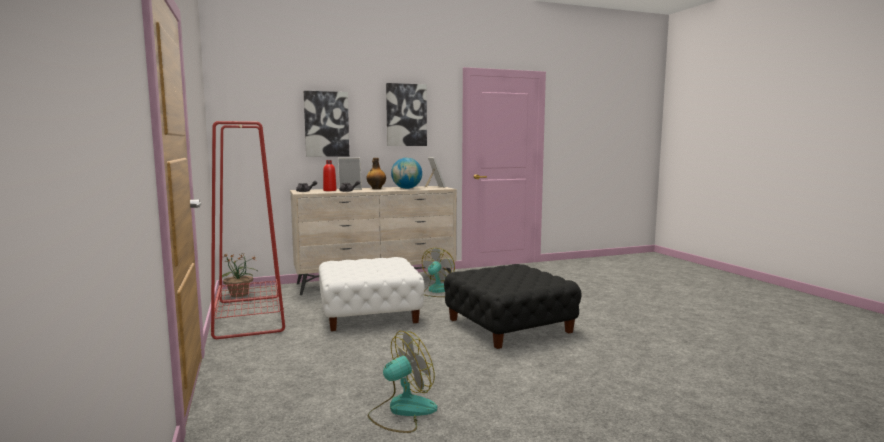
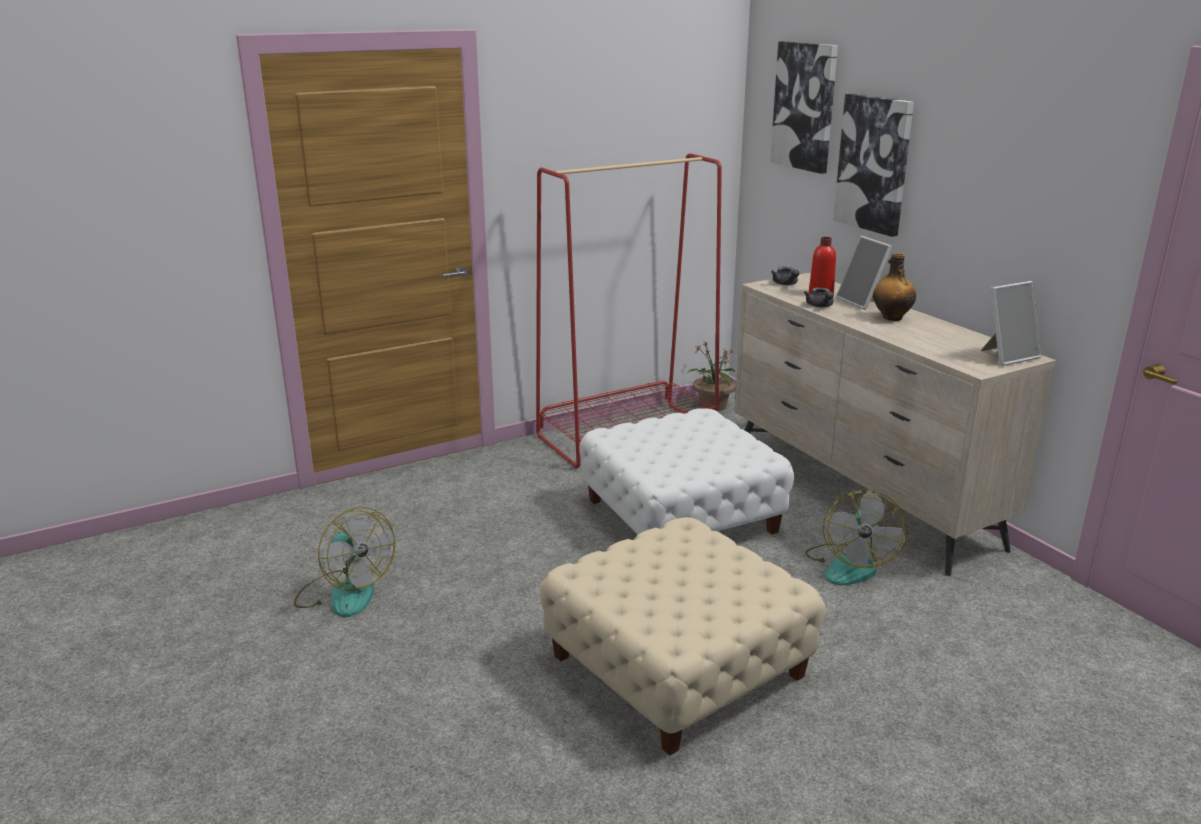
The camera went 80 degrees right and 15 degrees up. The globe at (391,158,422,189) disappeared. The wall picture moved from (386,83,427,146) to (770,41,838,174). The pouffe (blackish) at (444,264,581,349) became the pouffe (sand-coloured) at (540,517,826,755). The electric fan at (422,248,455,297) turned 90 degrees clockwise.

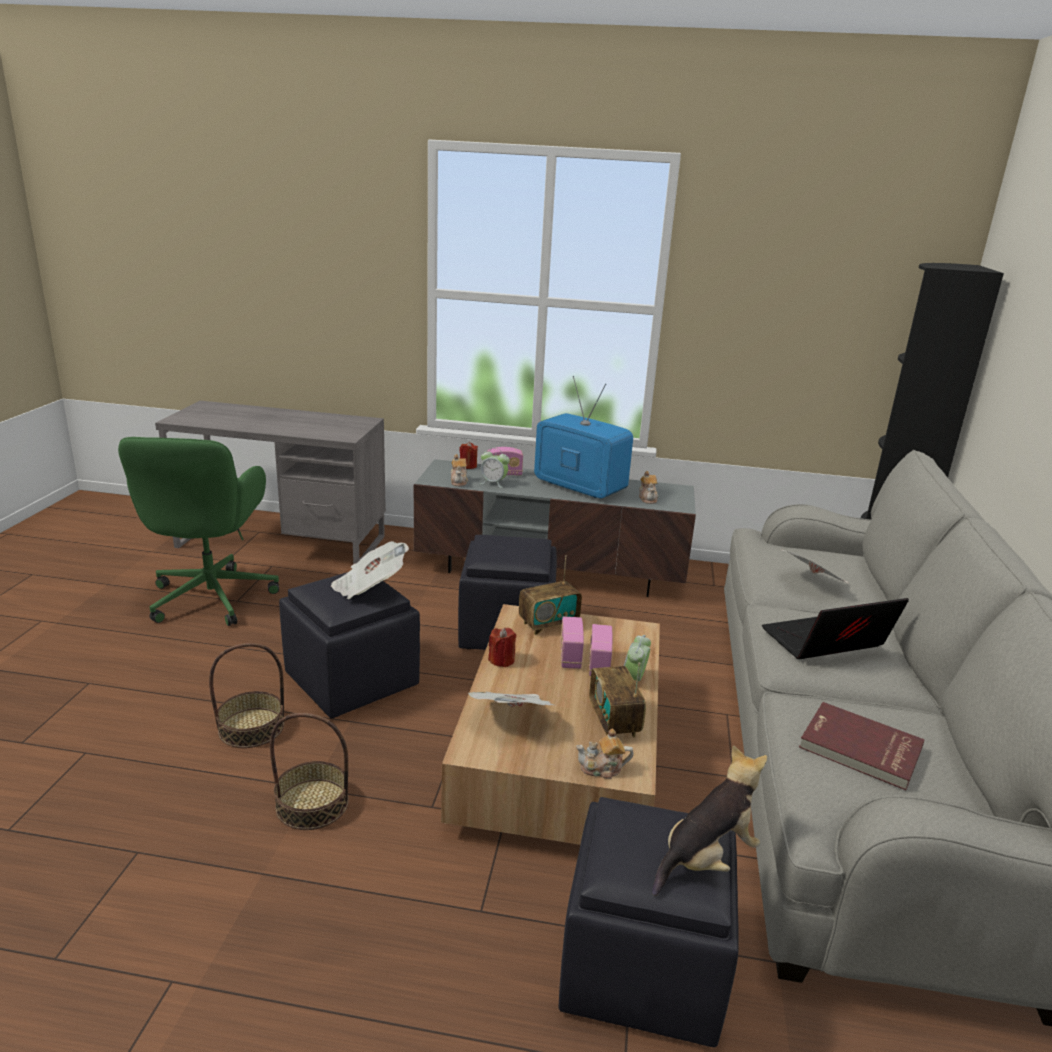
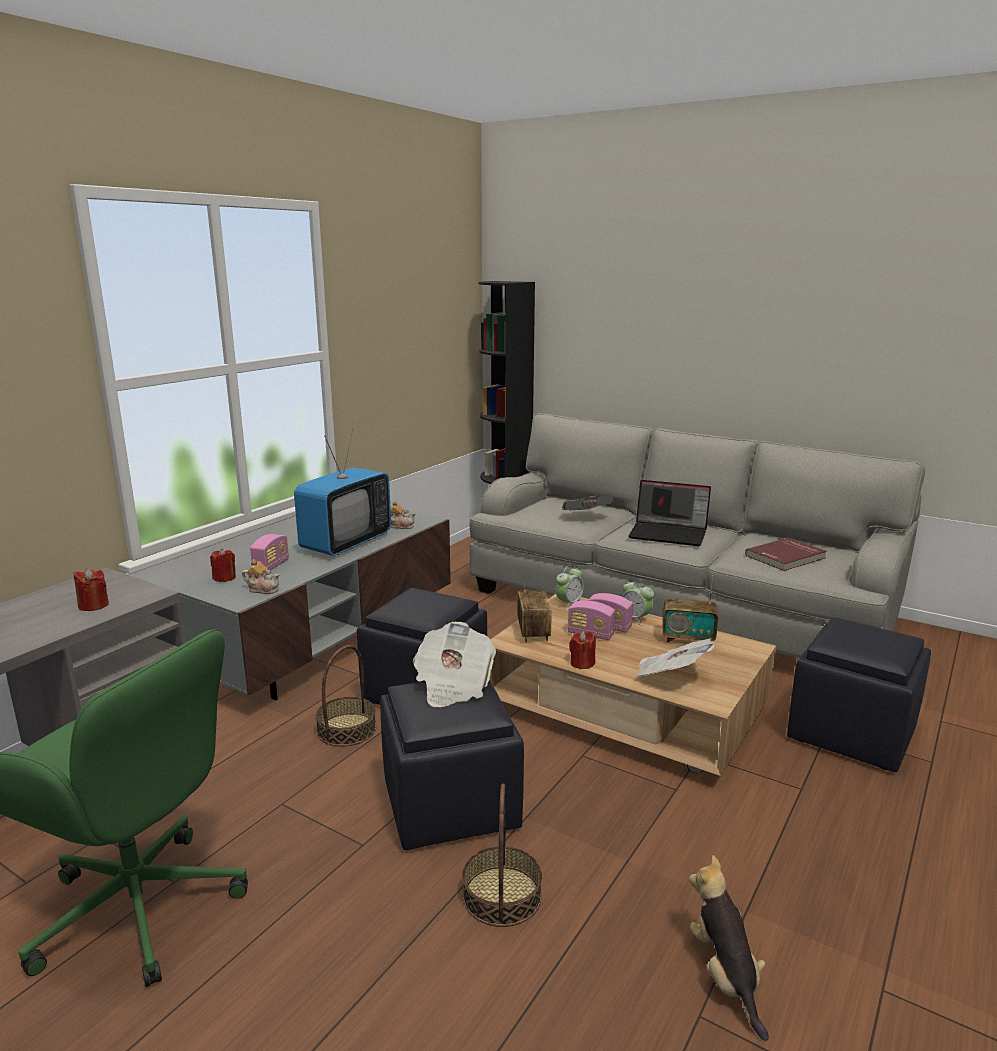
The camera went 65 degrees left and 5 degrees down. The tea pot at (576,728,634,779) disappeared. The wax light (red-coloured) at (74,568,109,611) appeared. The storage basket moved from (270,713,349,830) to (316,645,376,747). The alarm clock moved from (480,448,510,488) to (556,565,584,611). The plush toy moved from (652,745,767,896) to (689,855,769,1041). The TV at (534,376,633,498) turned 150 degrees clockwise. The laptop at (762,598,909,659) turned 75 degrees counterclockwise.

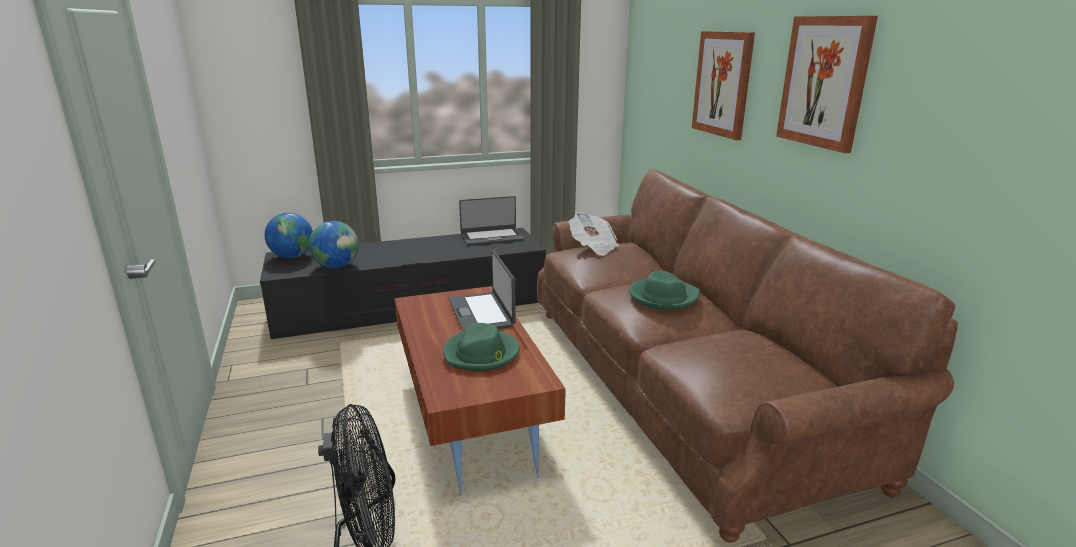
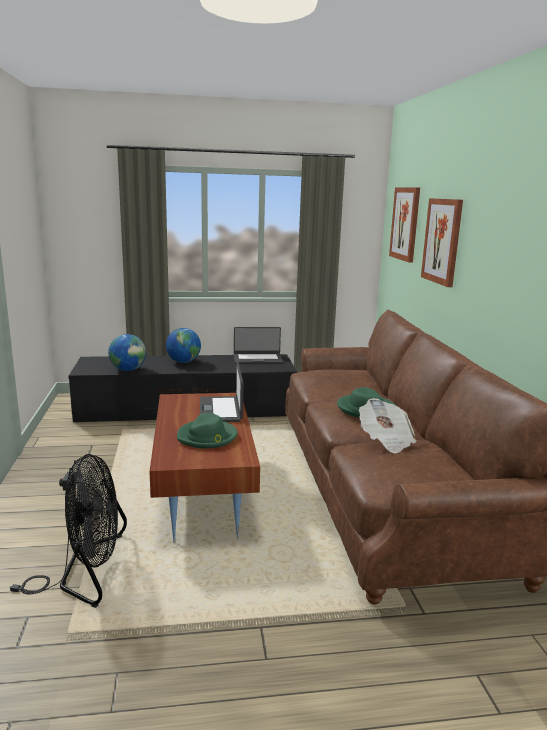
The camera went 10 degrees right and 5 degrees down. The globe moved from (265,213,313,258) to (166,328,201,363). The printed paper moved from (569,212,619,256) to (359,398,416,453). The wall picture moved from (776,16,878,153) to (389,187,420,263).

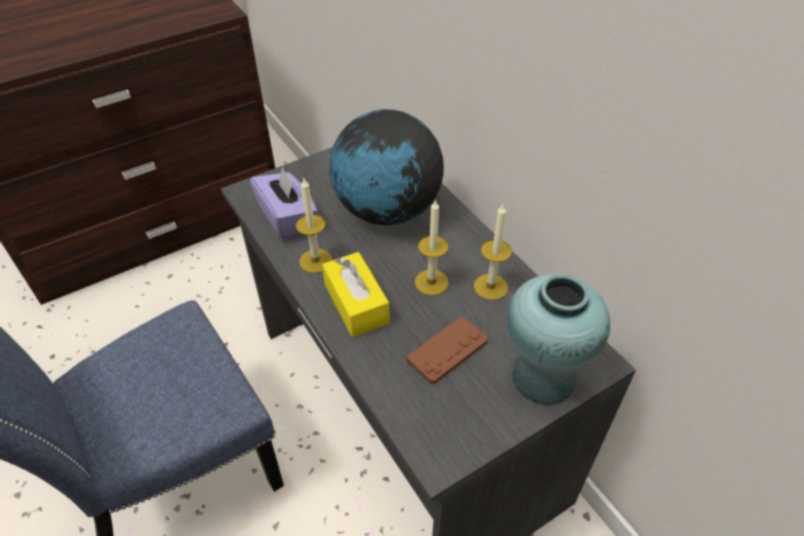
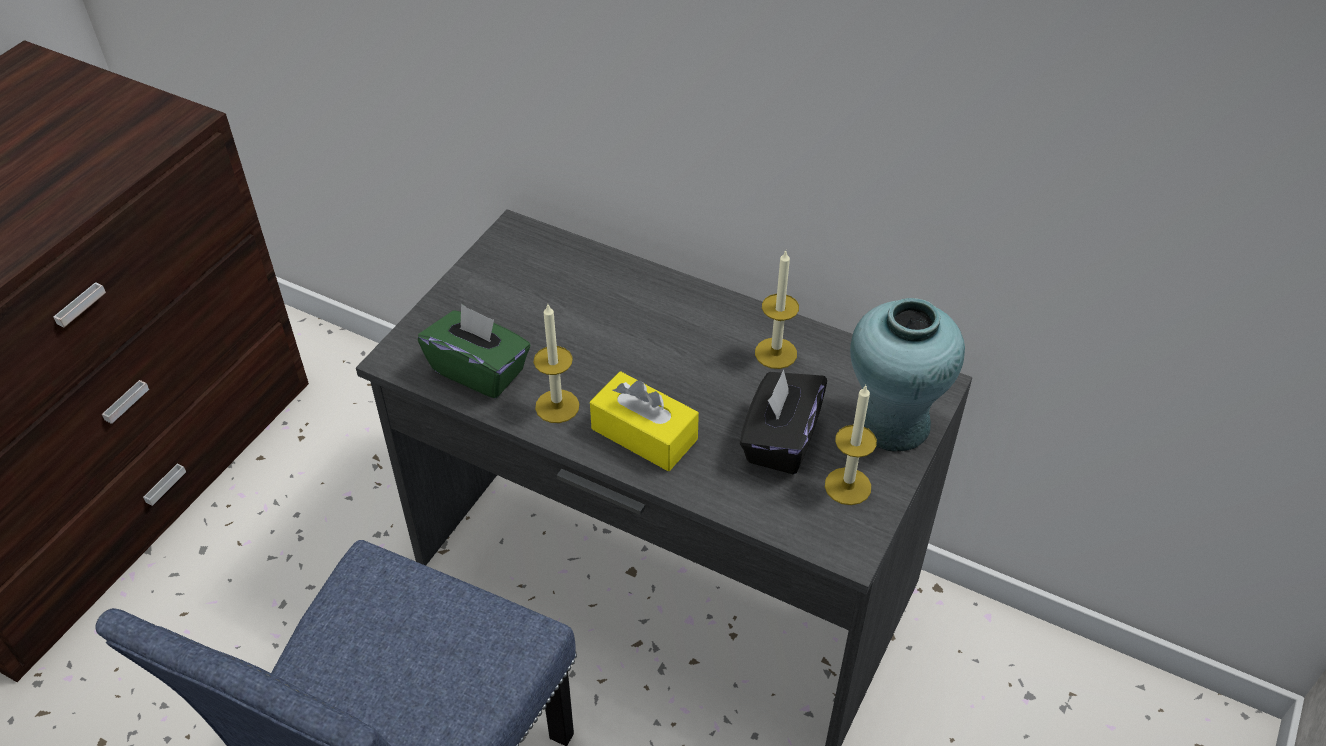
The camera went 30 degrees left and 0 degrees up. The globe at (329,109,444,225) disappeared. The wax light moved from (415,199,449,296) to (825,385,877,505). The game controller (brown) at (407,317,488,384) was replaced by the tissue holder (blackish) at (740,369,827,474). The tissue holder (purple-coloured) at (250,166,318,240) became the tissue holder (greenish) at (418,303,531,398).

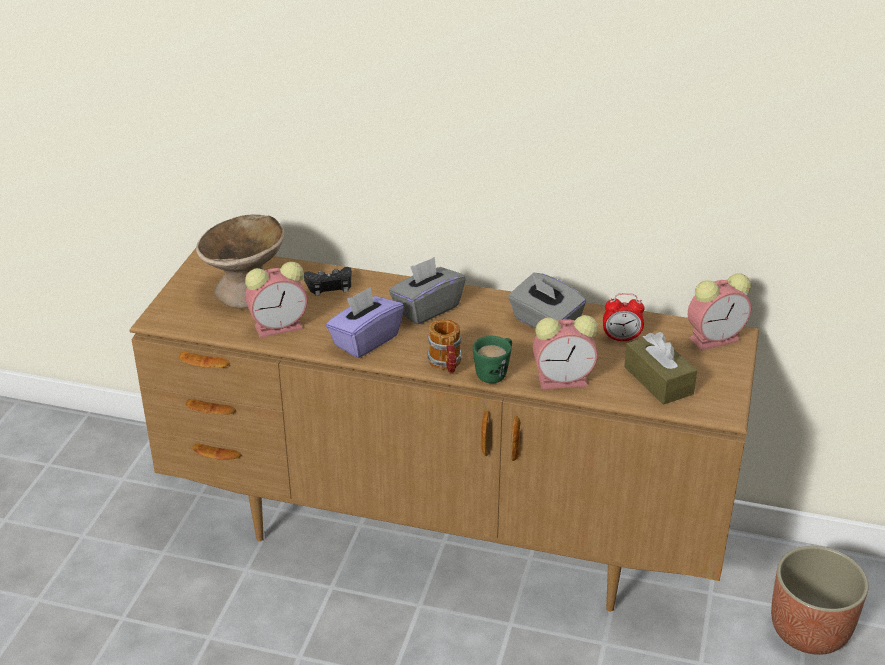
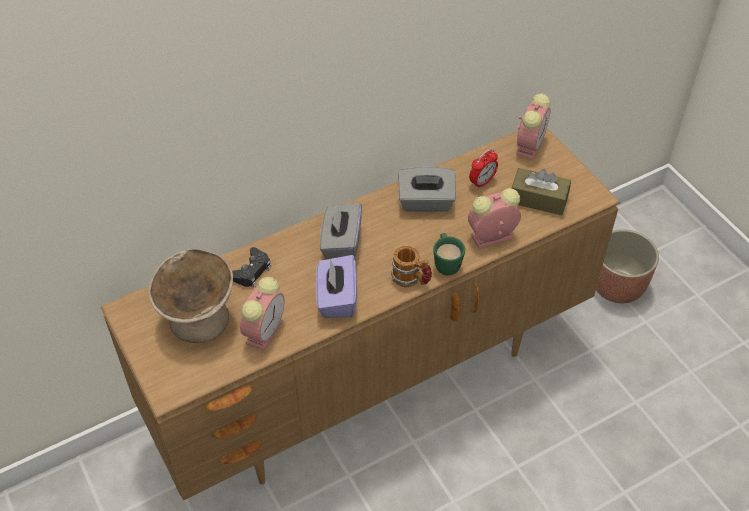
The camera went 45 degrees left and 15 degrees up. The alarm clock at (533,315,598,389) turned 150 degrees counterclockwise.

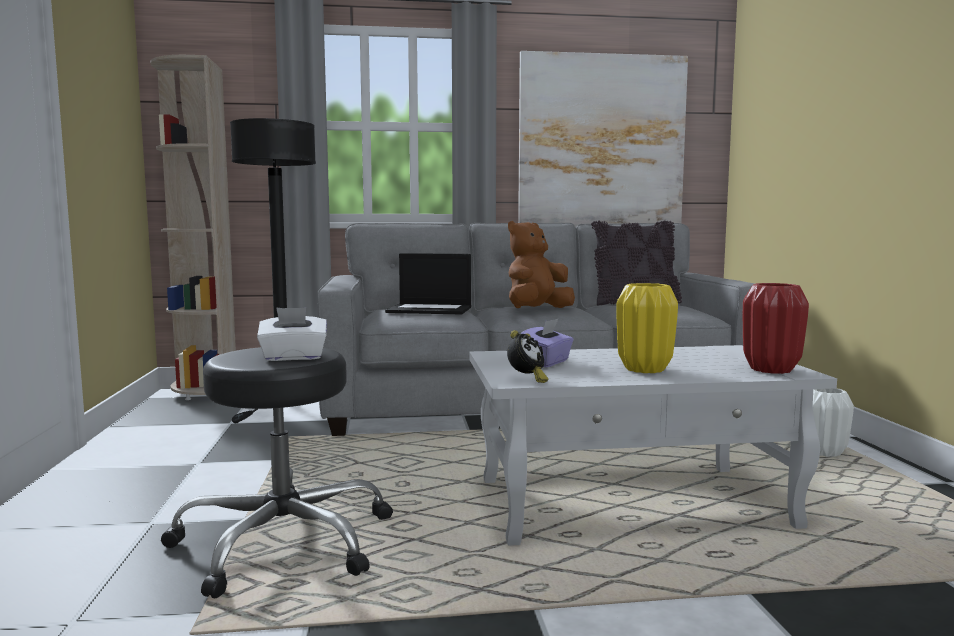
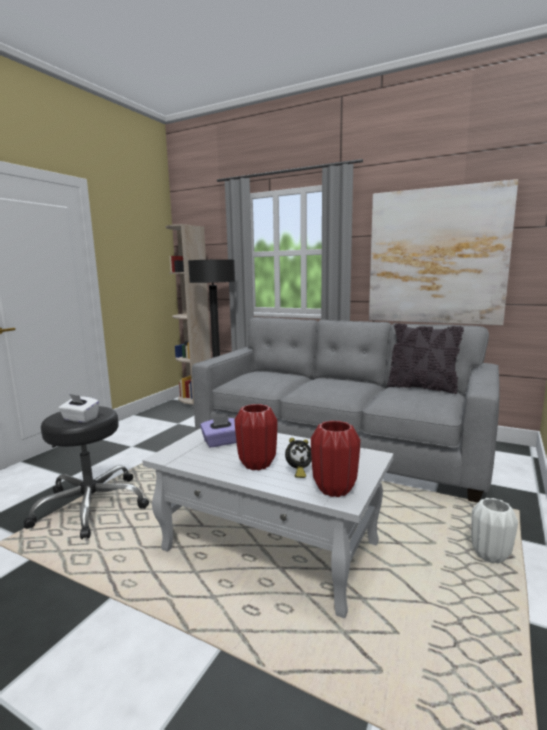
The camera went 35 degrees right and 5 degrees up. The laptop at (385,253,471,314) disappeared. The plush toy (brown) at (508,221,575,308) disappeared. The alarm clock moved from (507,330,549,383) to (285,438,312,478). The vase (yellowish) at (616,283,678,373) became the vase (red-coloured) at (235,404,277,470).

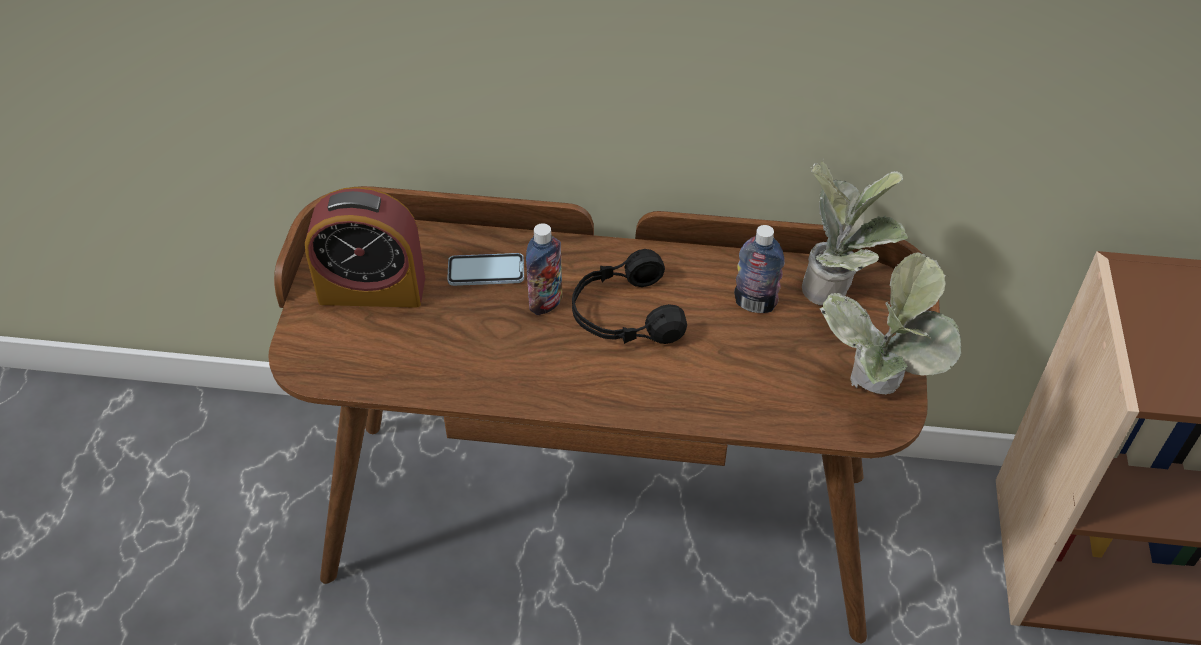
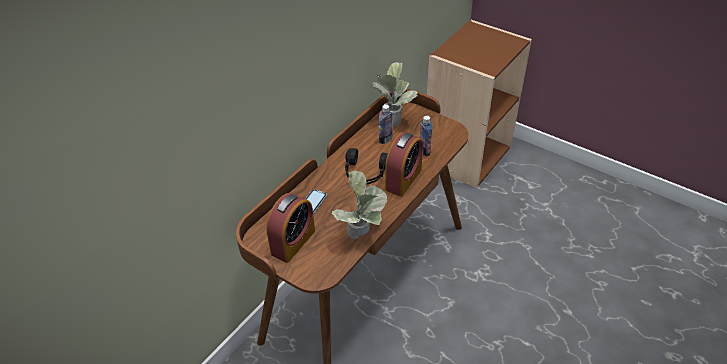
The camera went 60 degrees left and 5 degrees down. The alarm clock at (385,133,423,197) appeared. The bottle moved from (526,223,563,315) to (420,116,432,156). The potted plant moved from (820,253,961,395) to (332,170,387,239).

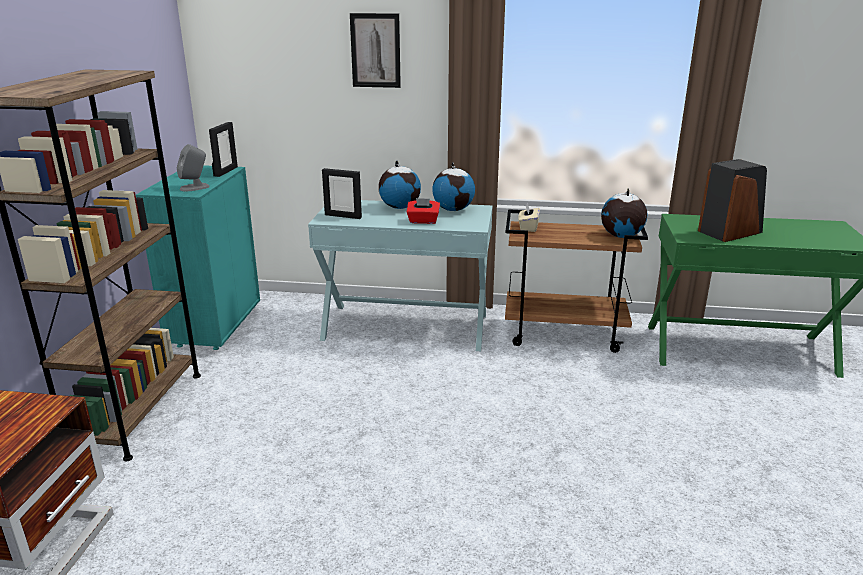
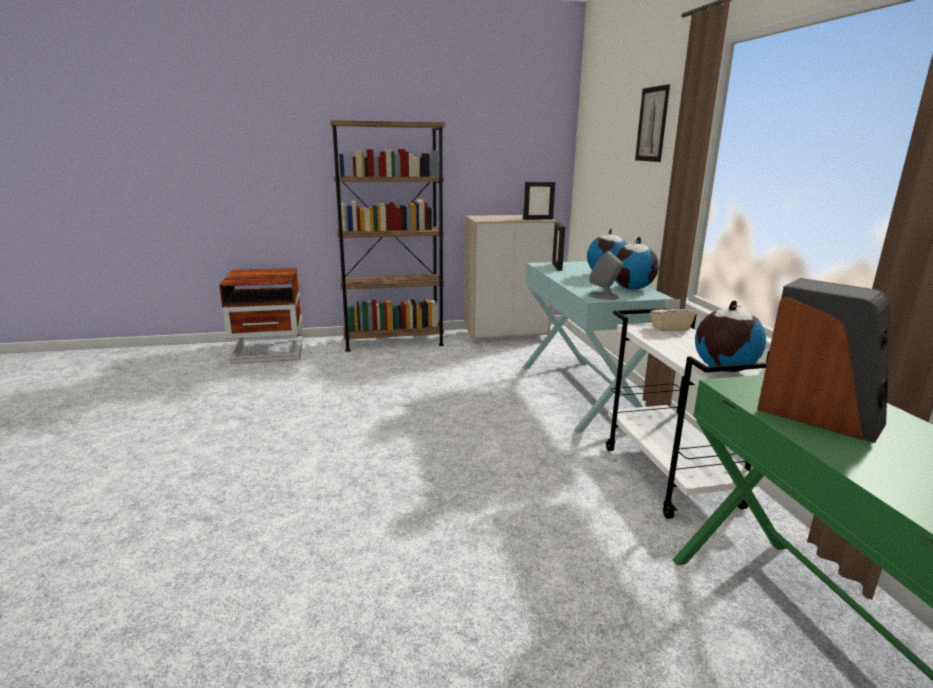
The camera went 70 degrees right and 5 degrees down. The tissue holder (red-coloured) at (407,198,440,224) disappeared. The speaker (gray) moved from (177,144,210,191) to (588,251,623,300). The cupboard (turquoise-coloured) at (136,165,260,350) became the cupboard (sand-coloured) at (464,215,557,343). The cart (brown) at (505,209,648,353) became the cart (white) at (606,307,769,519).

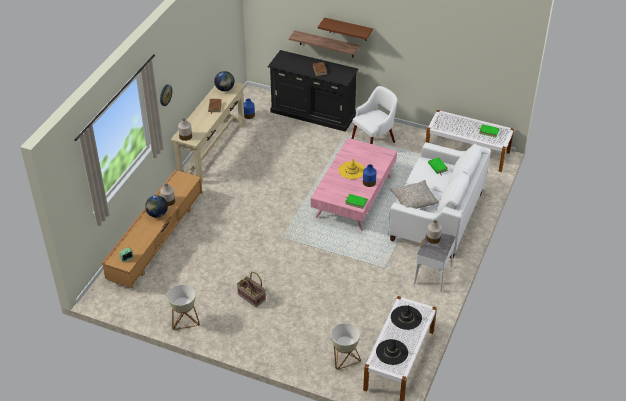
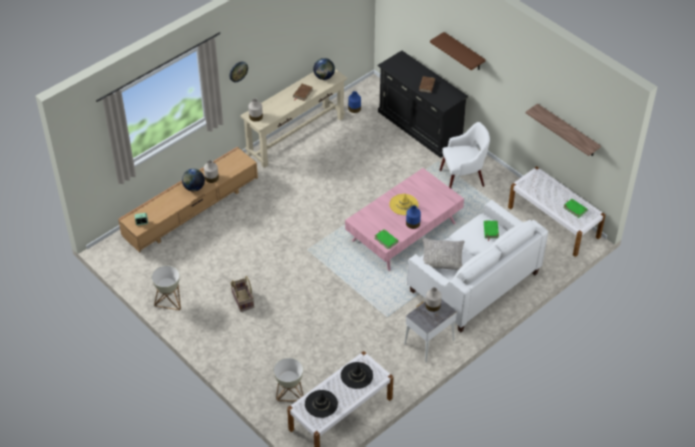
The camera went 25 degrees right and 5 degrees up. The wall shelf moved from (289,30,359,57) to (526,104,601,156).

